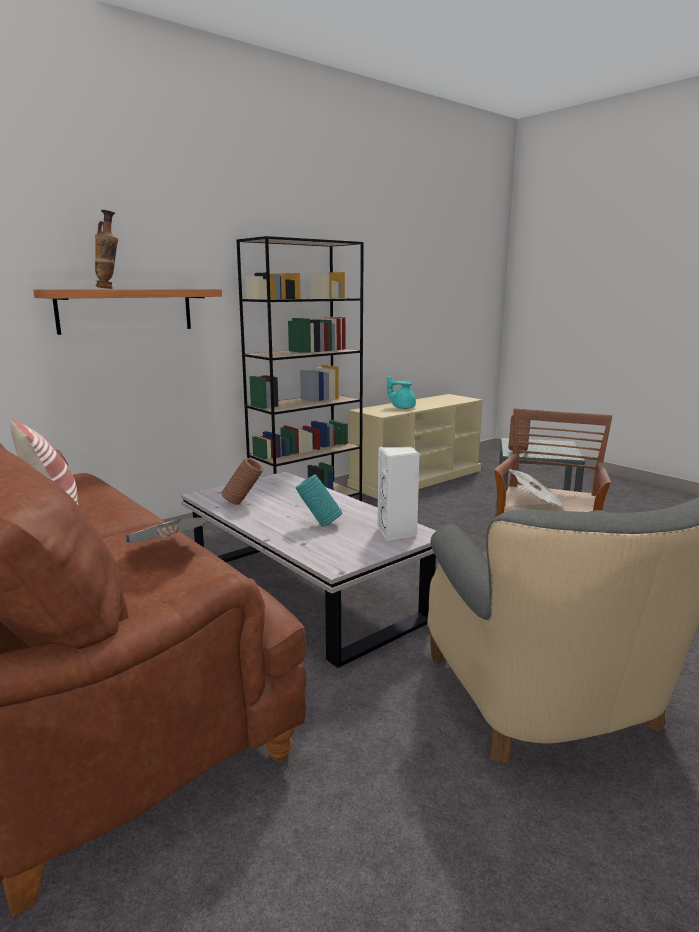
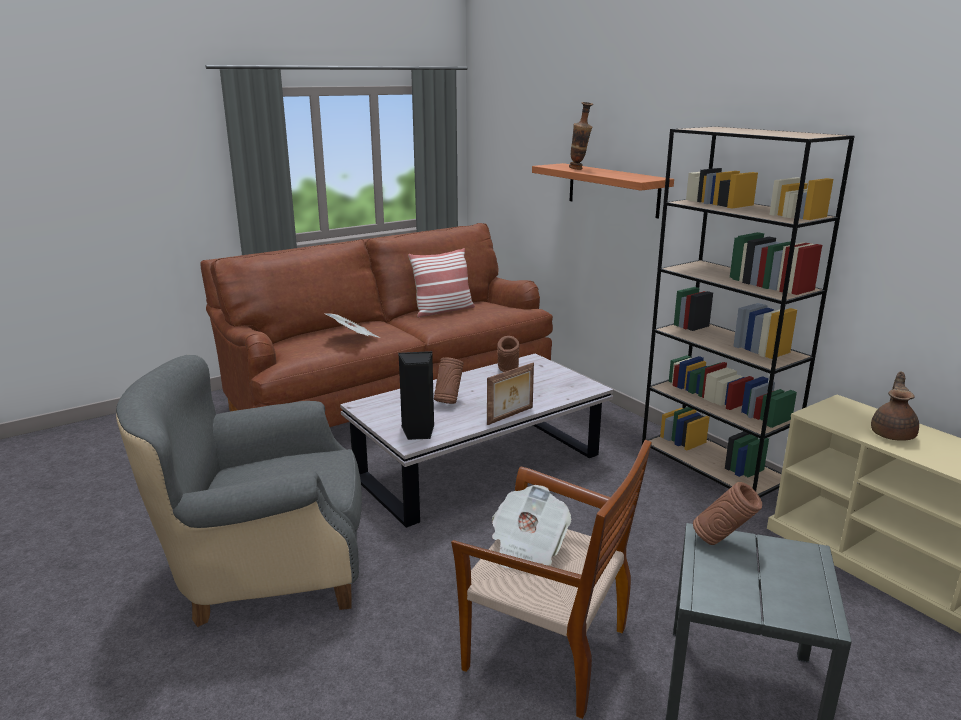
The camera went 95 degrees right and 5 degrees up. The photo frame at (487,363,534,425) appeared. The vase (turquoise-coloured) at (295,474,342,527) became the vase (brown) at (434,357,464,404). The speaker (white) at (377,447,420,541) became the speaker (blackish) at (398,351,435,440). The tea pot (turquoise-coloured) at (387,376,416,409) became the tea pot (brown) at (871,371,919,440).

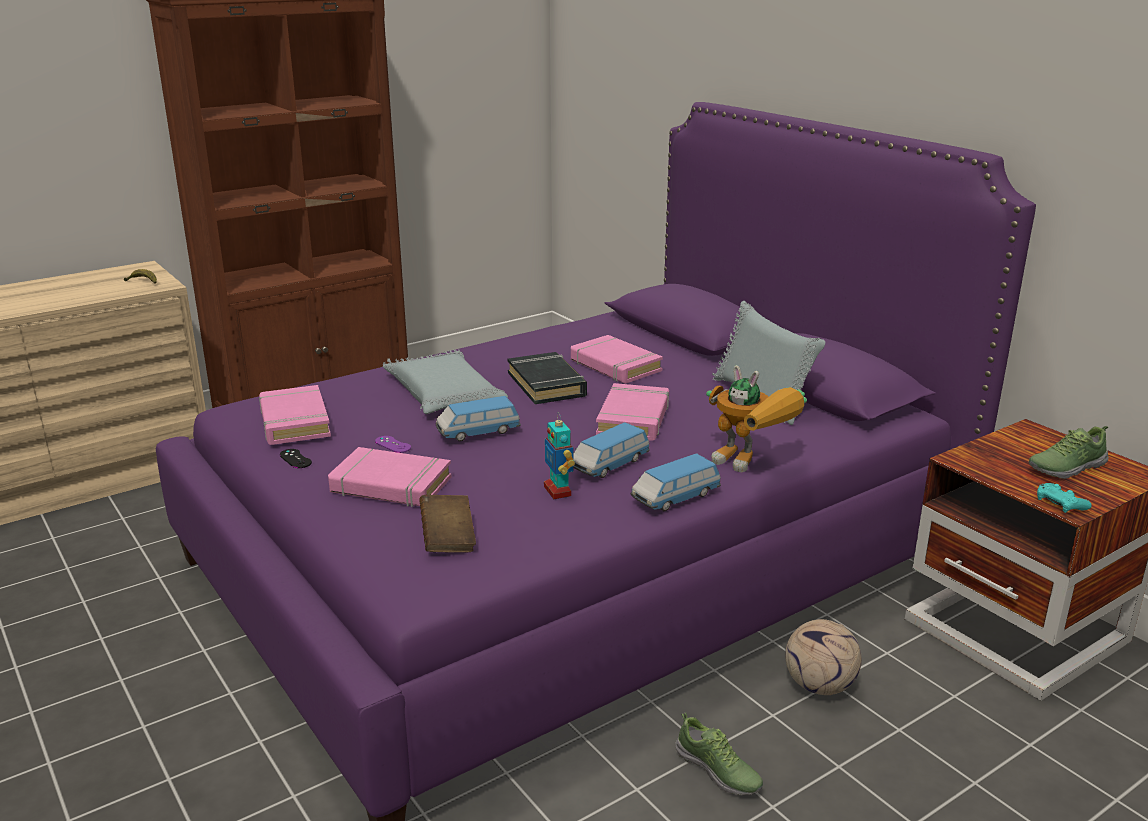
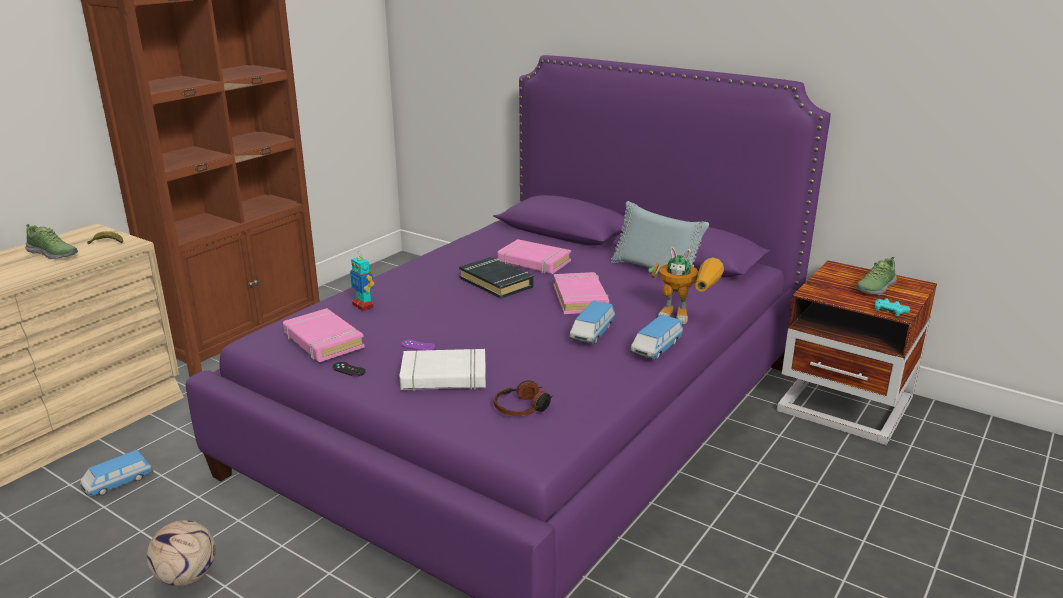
The camera went 20 degrees left and 0 degrees up. The cushion (blue-coloured) at (383,349,508,414) disappeared. The toy car moved from (435,396,521,441) to (80,450,153,496). The toy robot moved from (544,413,575,499) to (350,251,374,311). The low shoe moved from (675,713,763,795) to (25,224,78,259). The football moved from (785,619,862,695) to (147,520,216,586). The volume (brown) at (419,495,476,553) was replaced by the headphones at (494,380,553,416). The volume (pink-coloured) at (328,447,452,507) became the volume (white) at (399,349,486,391).

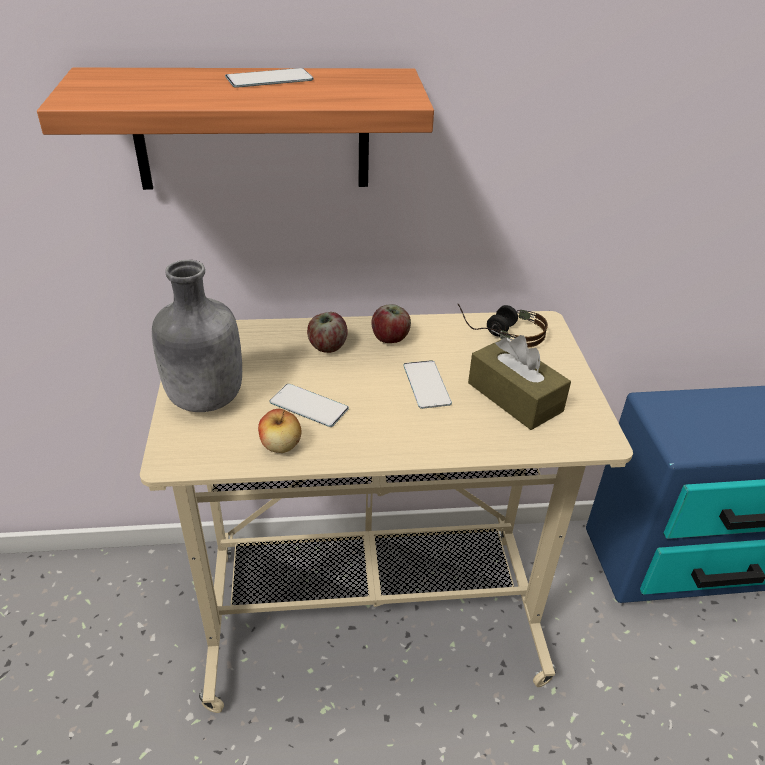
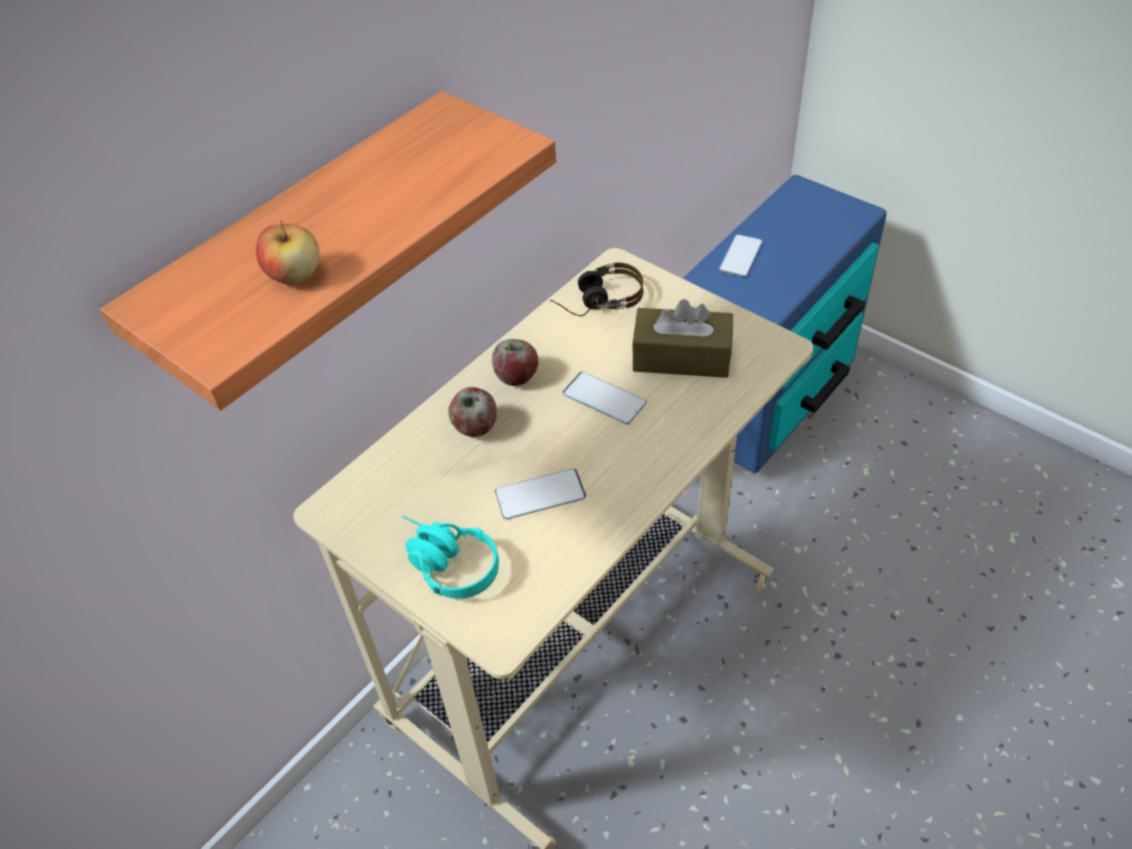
The camera went 40 degrees left and 10 degrees up. The phone moved from (225,68,314,88) to (719,234,762,277). The apple fruit moved from (258,409,301,453) to (256,221,319,285). The bottle (gray) at (152,260,242,412) was replaced by the headphones (turquoise-coloured) at (403,516,499,599).

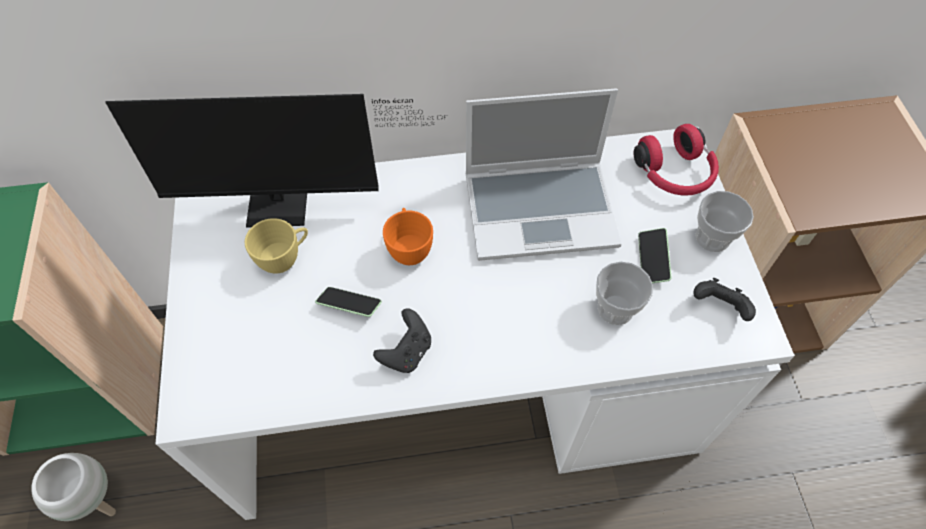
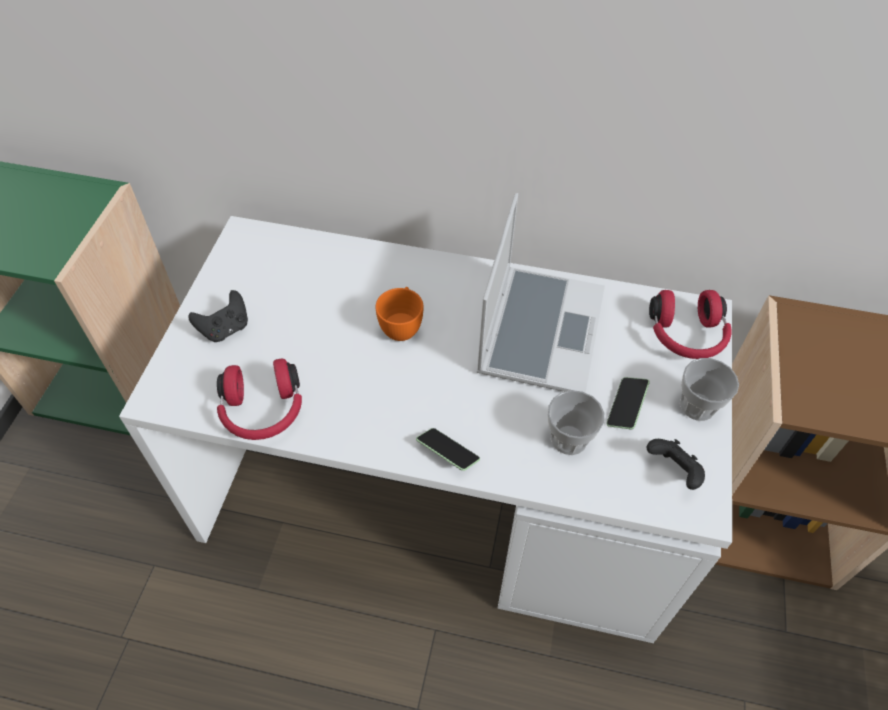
The camera went 20 degrees right and 5 degrees down. The plant pot (white) at (31,453,116,521) disappeared. The monitor at (105,94,448,228) disappeared. The drinking cup (yellowish) at (245,218,308,274) disappeared. The headphones (red-coloured) at (217,359,302,440) appeared. The phone moved from (315,287,382,317) to (416,428,480,471). The game controller (blackish) moved from (373,308,431,373) to (188,290,248,342). The laptop at (466,88,622,261) turned 90 degrees counterclockwise.

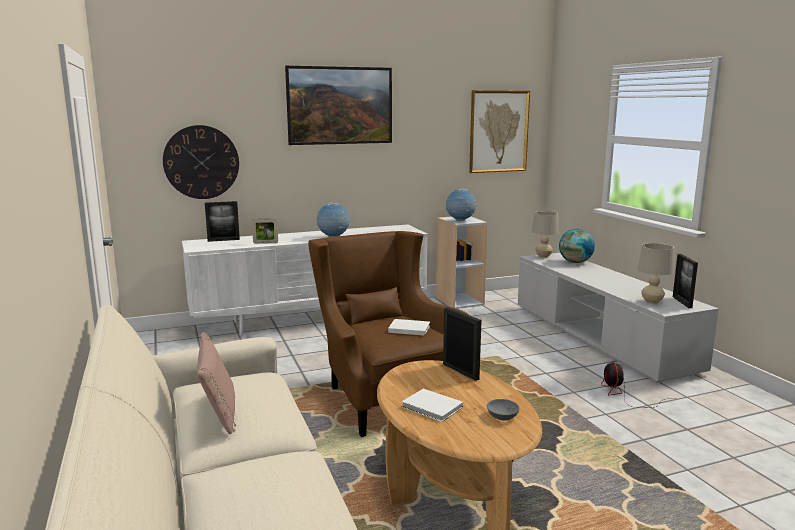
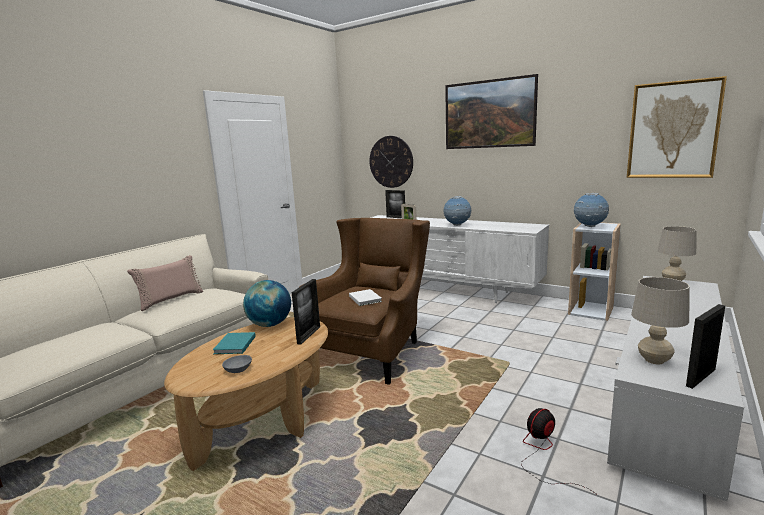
The camera went 55 degrees right and 0 degrees up. The globe moved from (559,229,595,263) to (243,280,291,327). The volume (white) at (402,389,463,422) became the volume (turquoise-coloured) at (213,332,256,354).

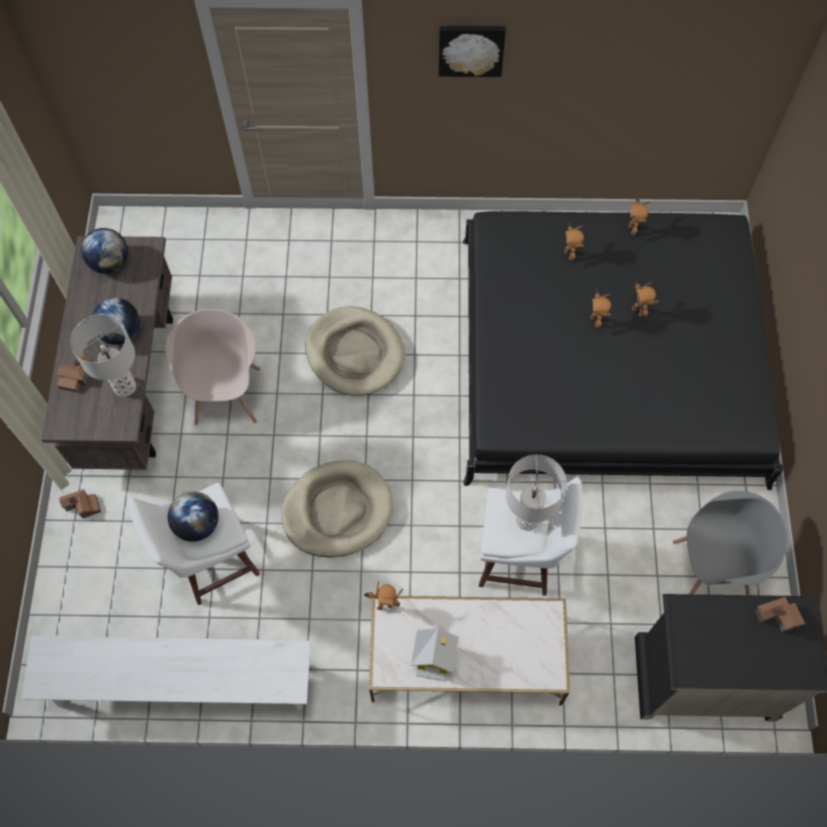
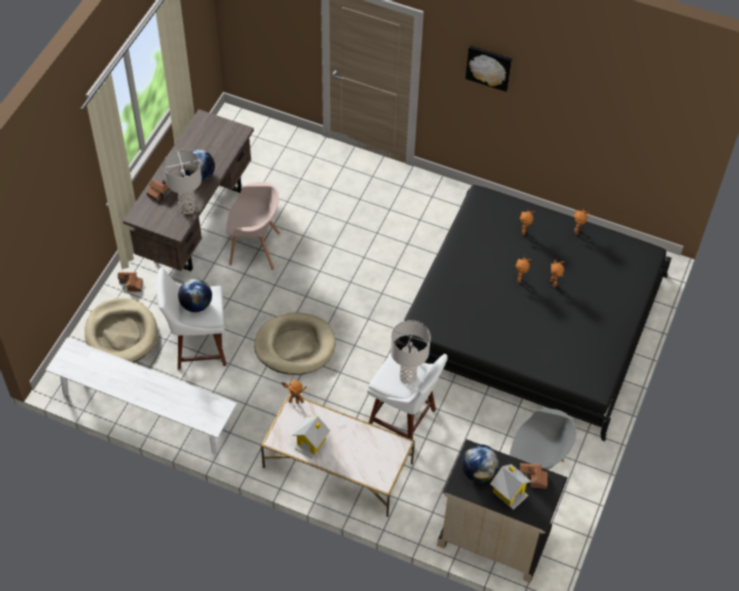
The camera went 20 degrees right and 10 degrees down. The toy house at (490,464,531,510) appeared. The globe moved from (81,228,128,274) to (461,444,499,482). The pet bed (sand-coloured) moved from (305,306,405,396) to (85,298,158,363). The plain chair (sand-coloured) at (165,309,260,425) turned 75 degrees clockwise.

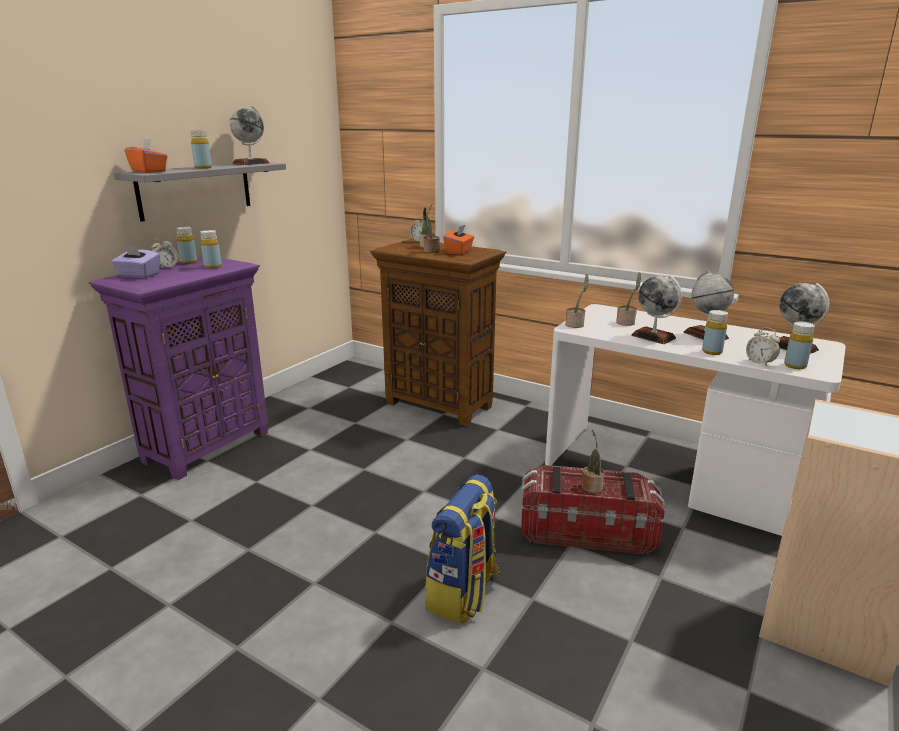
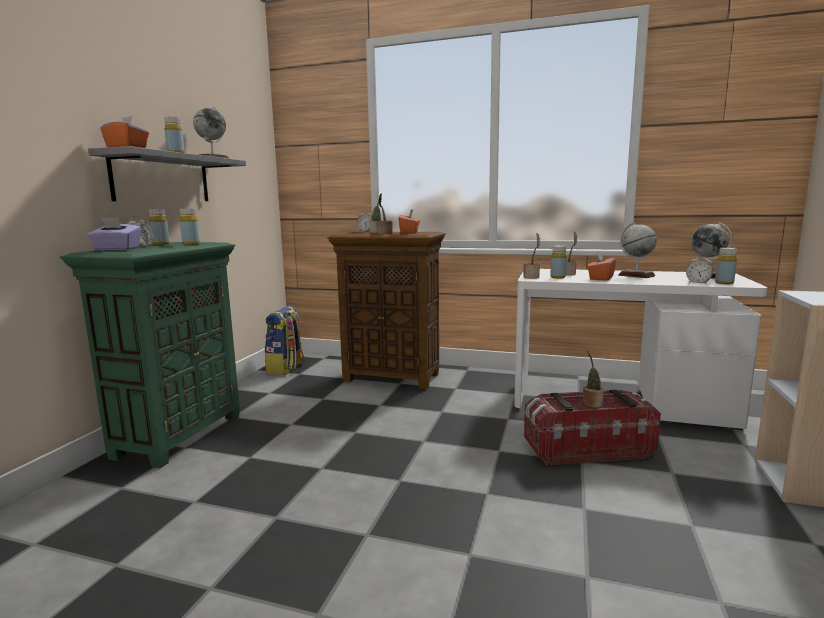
The camera went 15 degrees left and 10 degrees down. The backpack moved from (425,474,501,624) to (265,306,305,375). The bottle (yellowish) moved from (702,310,728,355) to (550,245,567,279). The globe at (631,275,682,344) was replaced by the tissue holder (orange) at (587,251,616,281). The cupboard (purple-coloured) at (88,257,268,480) became the cupboard (greenish) at (60,242,240,468).

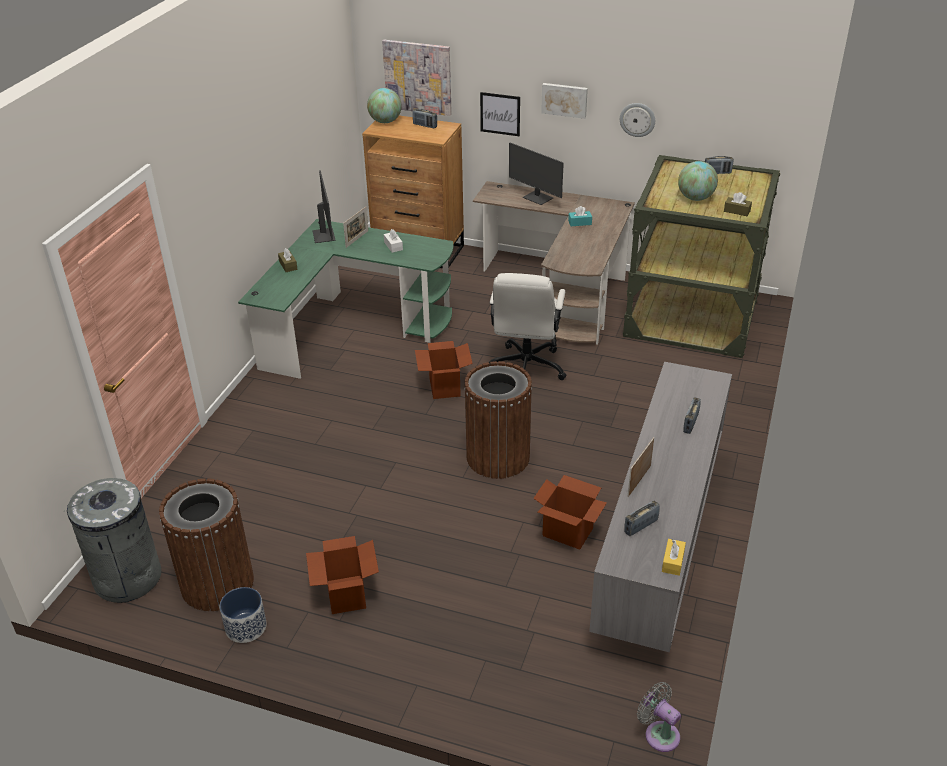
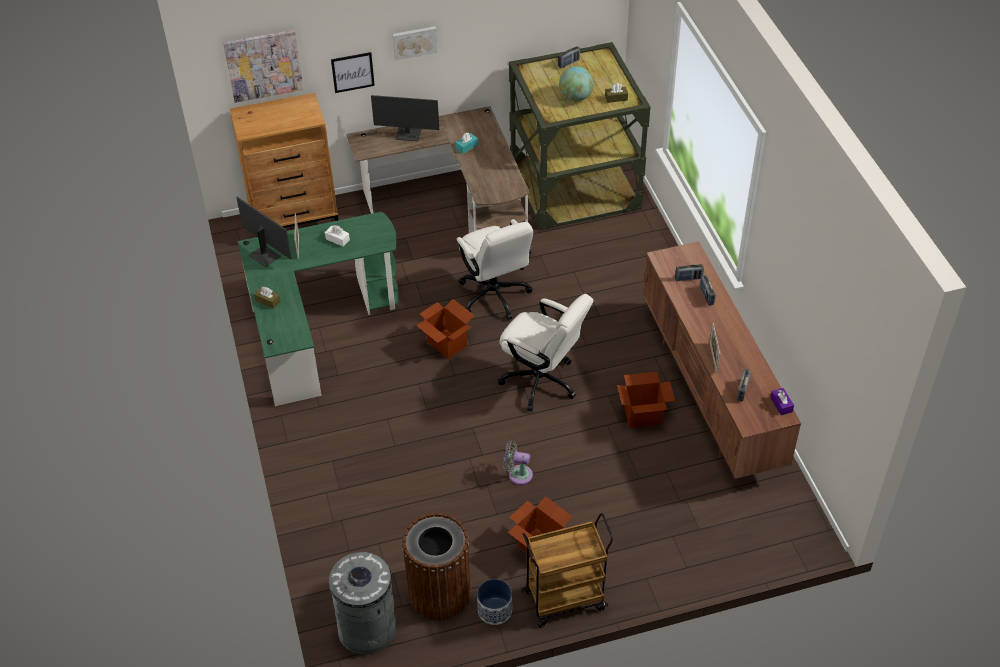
The camera went 35 degrees left and 10 degrees up. The globe at (367,88,402,123) disappeared. The clock on the wall at (620,103,655,137) disappeared. The cart (brown) at (521,513,613,628) appeared. The radio receiver moved from (413,109,437,128) to (675,264,704,281). The electric fan (gray) moved from (637,682,681,752) to (503,440,533,485). The waste bin (brown) at (464,361,532,479) was replaced by the desk chair (white) at (498,294,594,412). The cupboard (gray) at (589,362,732,653) became the cupboard (brown) at (643,241,801,479). The tissue holder (yellowish) at (662,539,686,576) became the tissue holder (purple-coloured) at (770,388,794,415).

